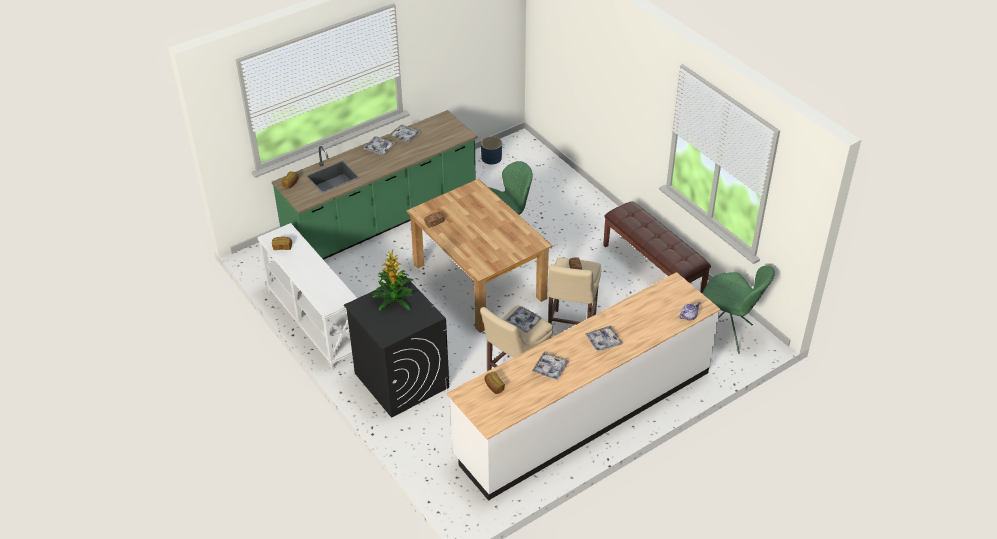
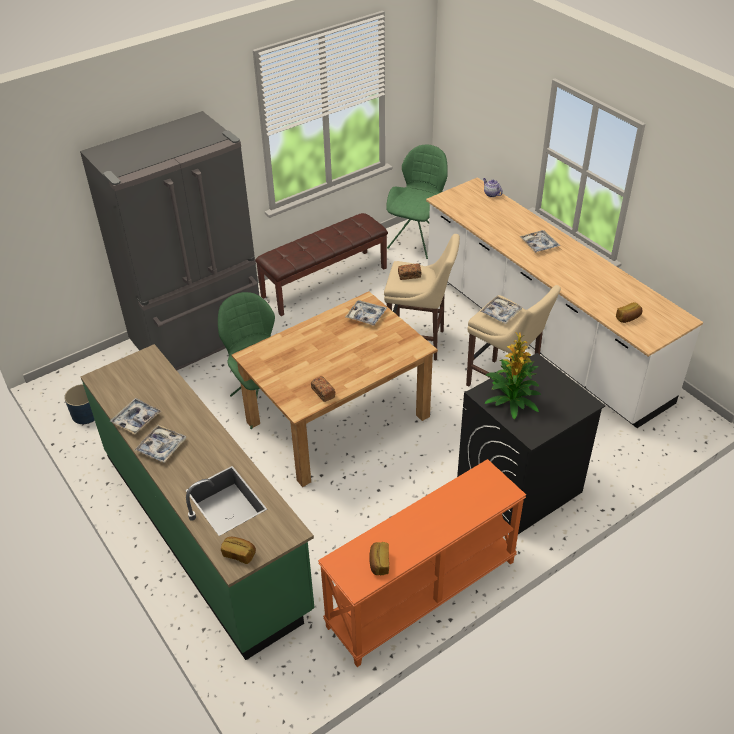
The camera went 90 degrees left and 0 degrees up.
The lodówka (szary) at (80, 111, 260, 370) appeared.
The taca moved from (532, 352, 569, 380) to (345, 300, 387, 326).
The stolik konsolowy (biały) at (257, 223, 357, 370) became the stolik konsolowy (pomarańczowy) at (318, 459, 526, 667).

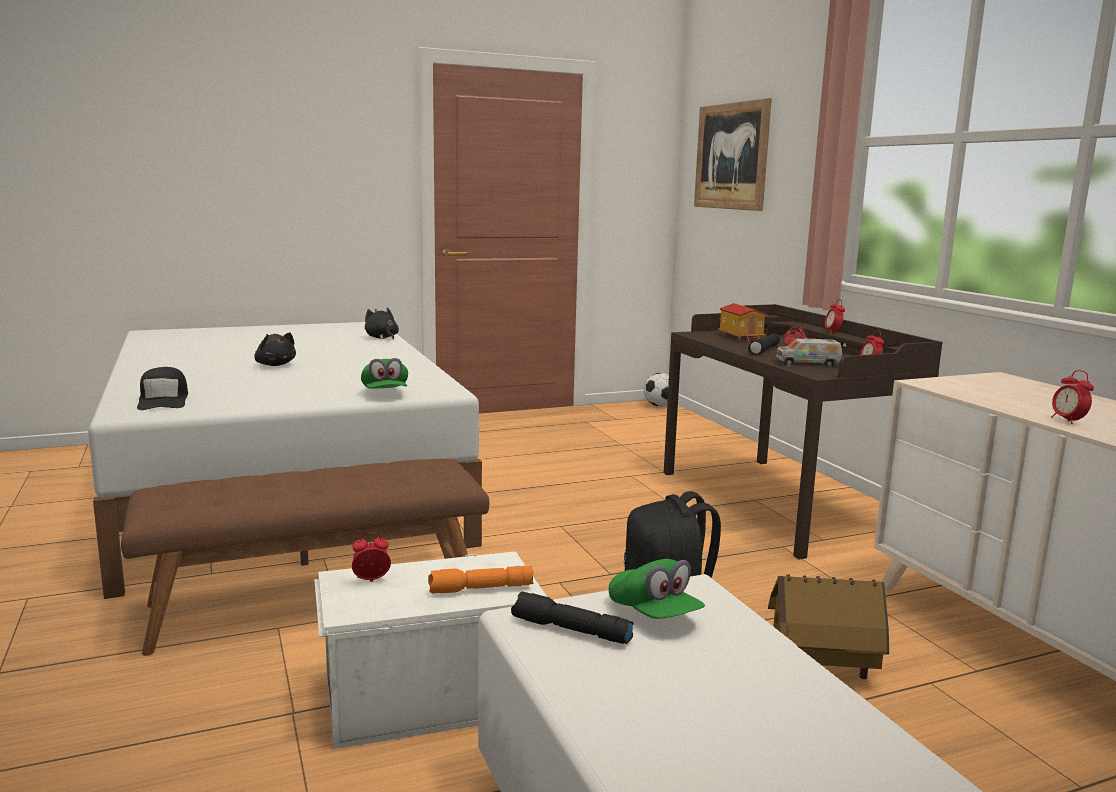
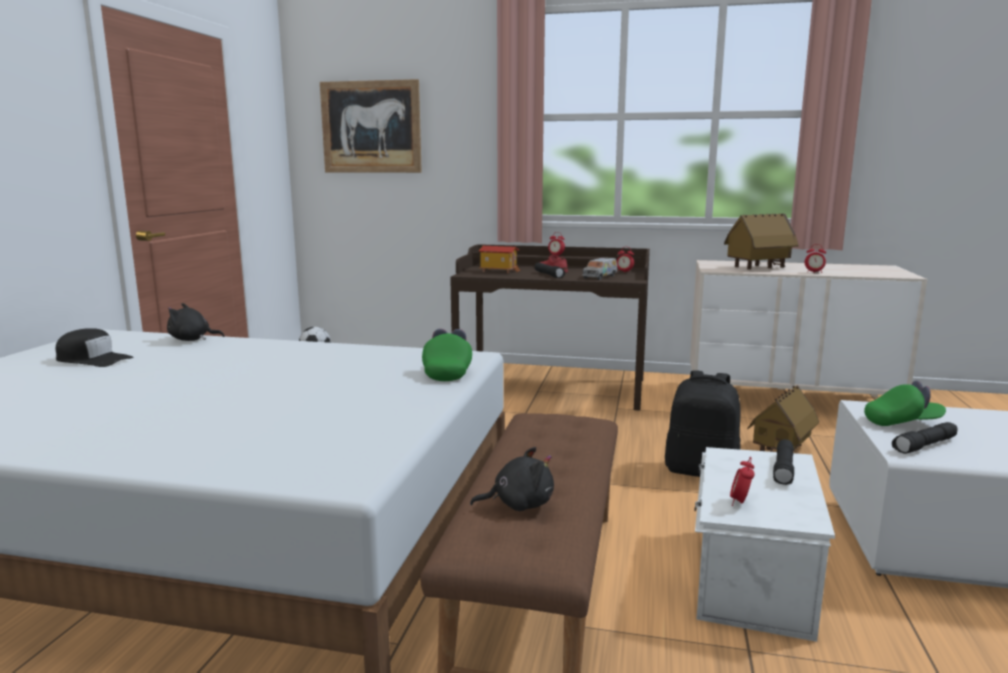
The camera went 55 degrees left and 0 degrees up.
The domek at (724, 213, 799, 270) appeared.
The czapka z daszkiem (czarny) moved from (137, 367, 188, 410) to (56, 328, 133, 367).
The pluszak (czarny) moved from (254, 332, 296, 366) to (470, 447, 554, 511).
The latarka (pomarańczowy) at (428, 566, 534, 593) became the latarka (czarny) at (773, 439, 794, 485).
The czapka z daszkiem (zielony) at (361, 358, 408, 388) turned 105 degrees counterclockwise.

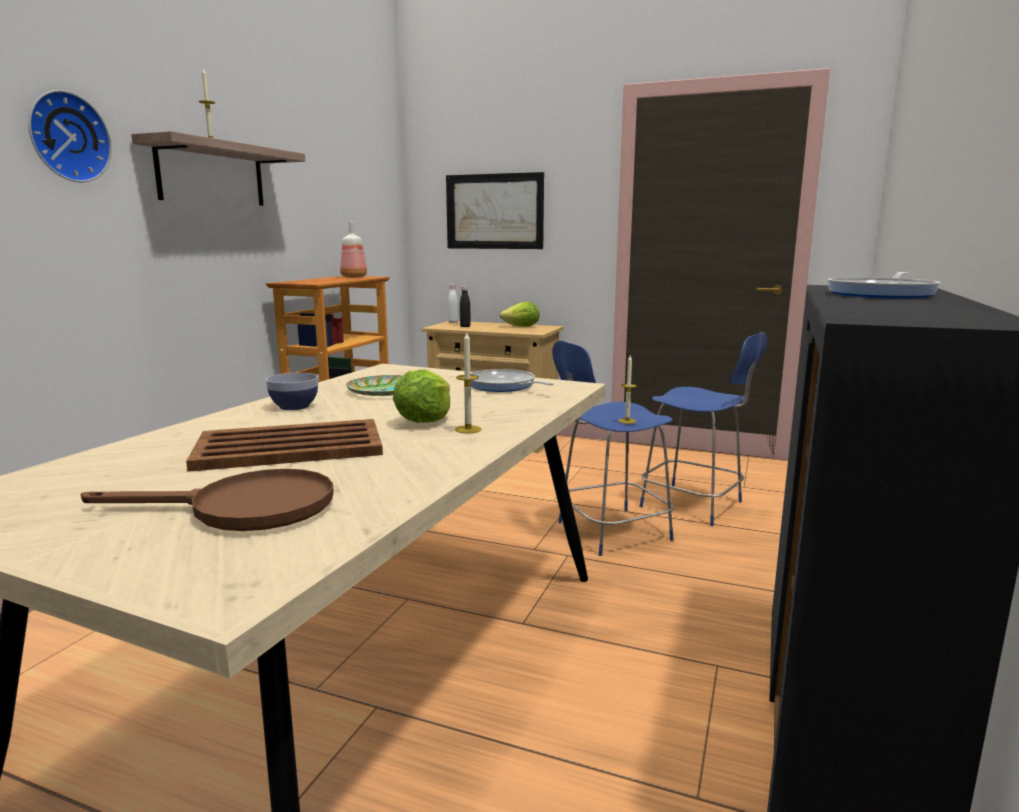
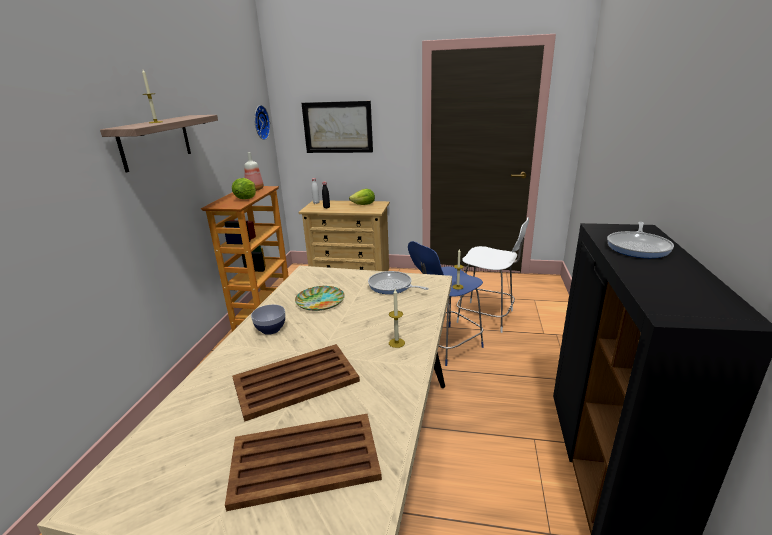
The camera went 10 degrees left and 10 degrees up.
The zegar ścienny moved from (28, 90, 111, 182) to (254, 105, 270, 140).
The sałata moved from (393, 369, 450, 423) to (232, 178, 256, 199).
The patelnia (brązowy) at (81, 469, 334, 531) was replaced by the taca (brązowy) at (225, 414, 382, 511).
The stołek (niebieski) at (640, 332, 767, 526) became the stołek (biały) at (457, 217, 529, 333).

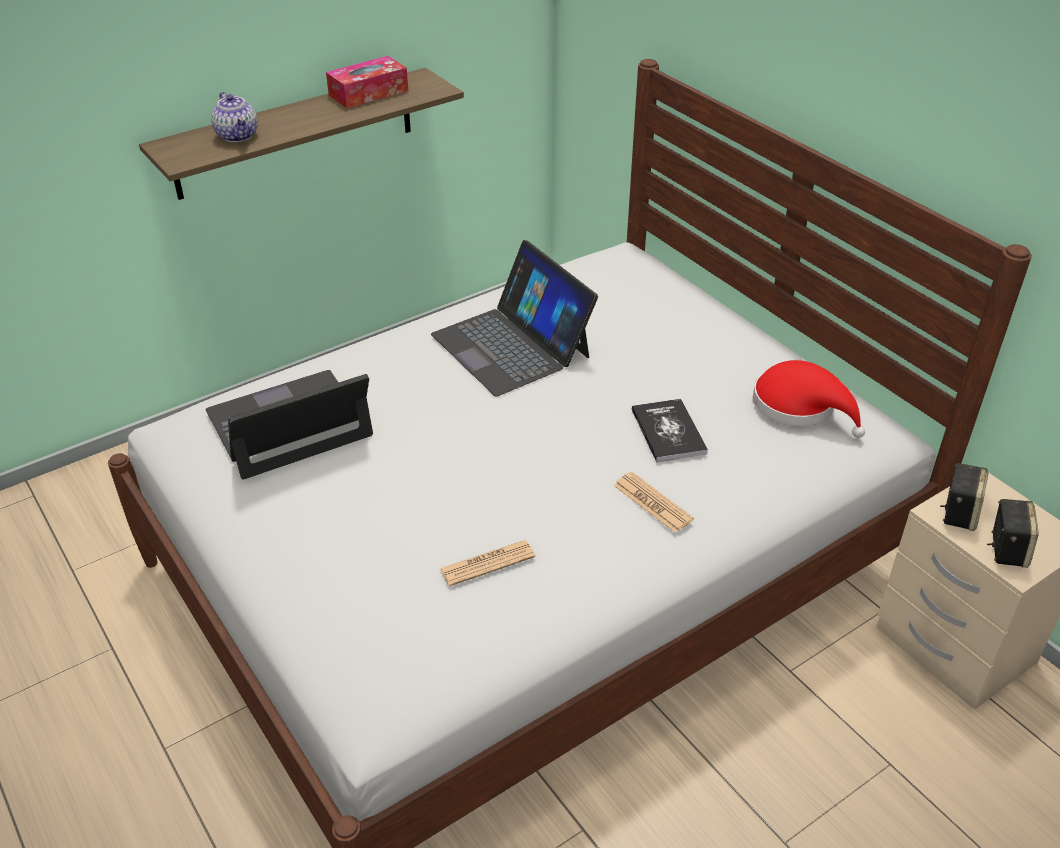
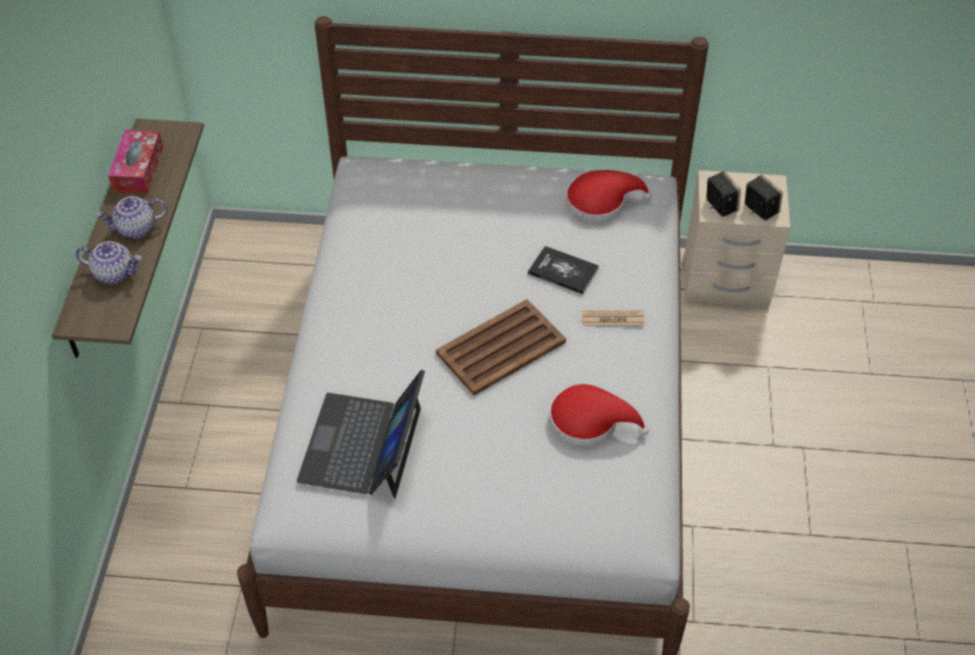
The camera went 50 degrees left and 10 degrees up.
The laptop at (431, 240, 598, 396) disappeared.
The imbryk at (96, 196, 167, 238) appeared.
The taca (brązowy) at (436, 299, 566, 396) appeared.
The gazeta at (440, 540, 535, 586) was replaced by the kapelusz (czerwony) at (549, 384, 649, 446).

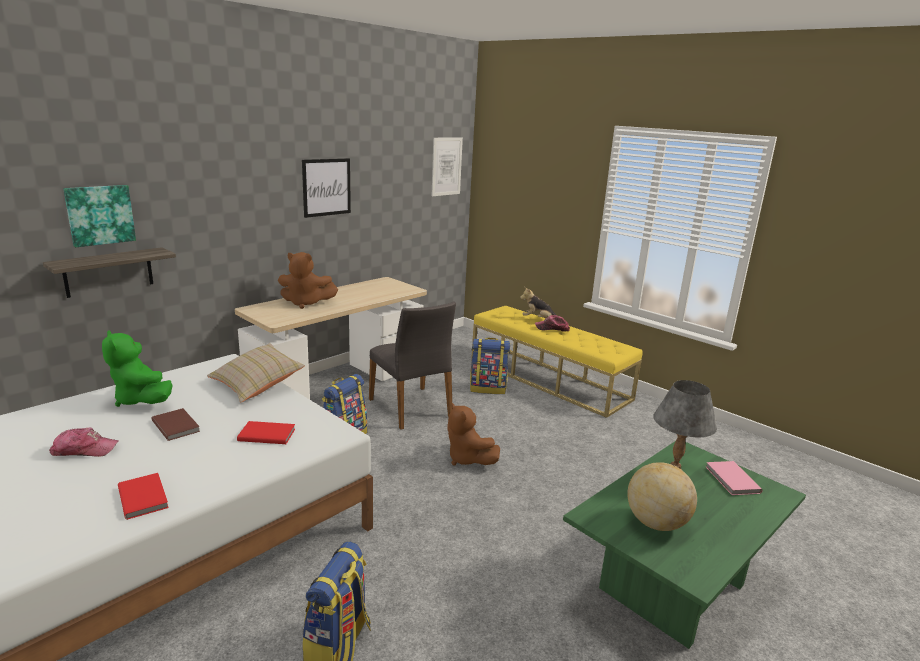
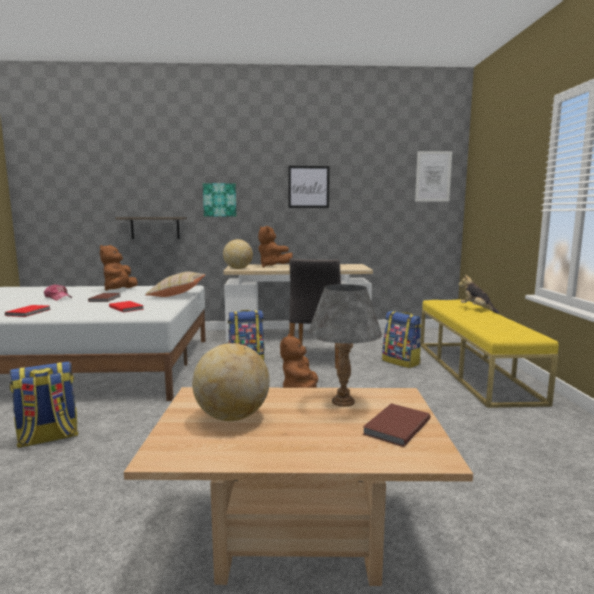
The camera went 45 degrees right and 10 degrees down.
The czapka z daszkiem at (535, 315, 570, 332) disappeared.
The globus at (223, 239, 253, 269) appeared.
The obraz moved from (63, 185, 136, 247) to (203, 183, 237, 217).
The pluszak (zielony) at (102, 330, 173, 407) became the pluszak (brązowy) at (100, 245, 138, 291).
The ława (zielony) at (563, 441, 806, 649) became the ława (beżowy) at (124, 387, 473, 586).
The książka (różowy) at (706, 461, 763, 495) became the książka (brązowy) at (363, 403, 430, 447).

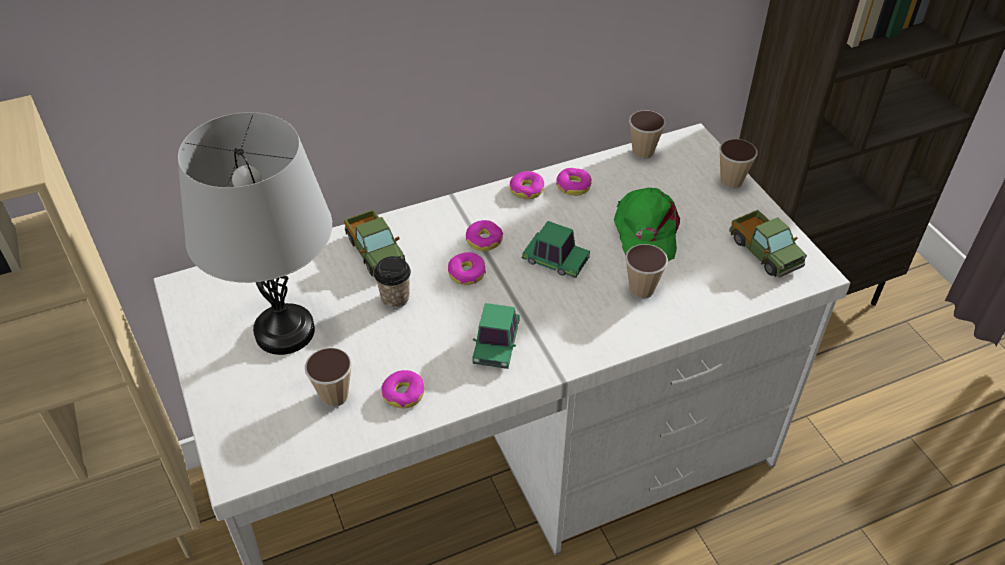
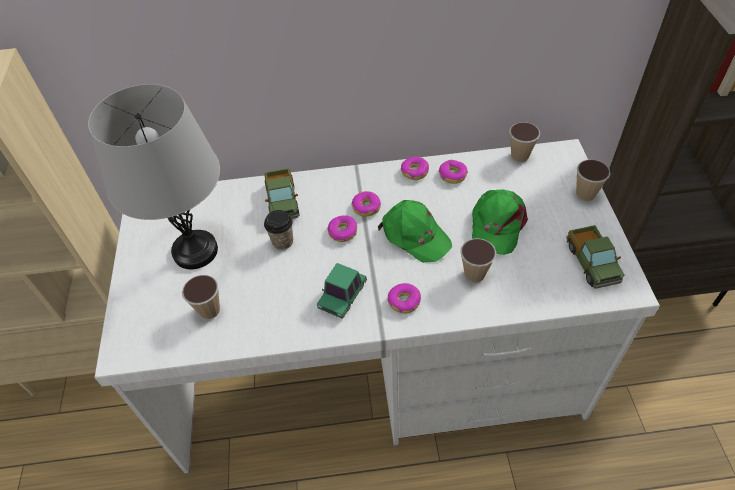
The camera went 20 degrees right and 5 degrees up.
The donut moved from (381, 370, 424, 409) to (388, 283, 421, 314).
The samochodzik at (522, 221, 590, 278) was replaced by the czapka z daszkiem (zielony) at (378, 200, 452, 263).

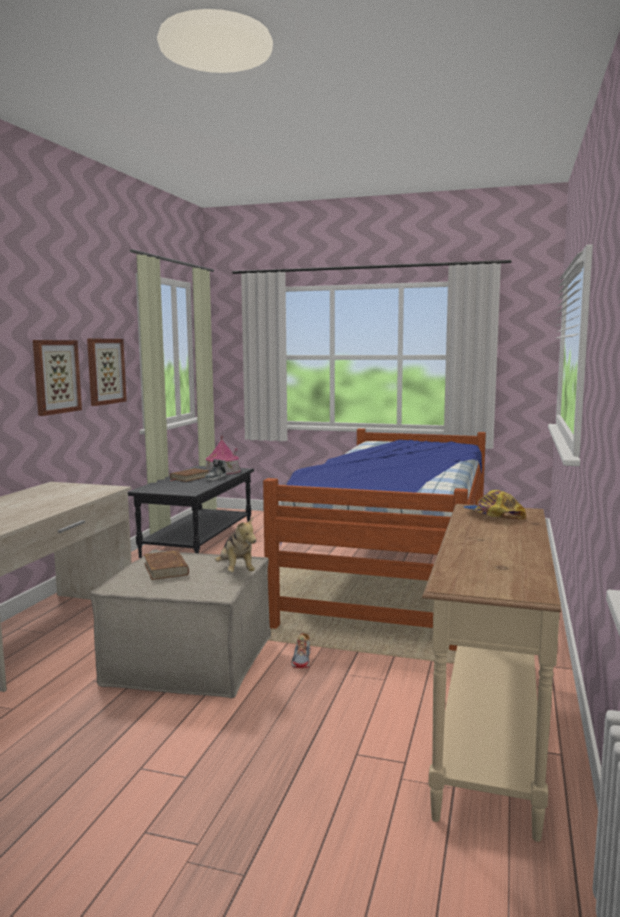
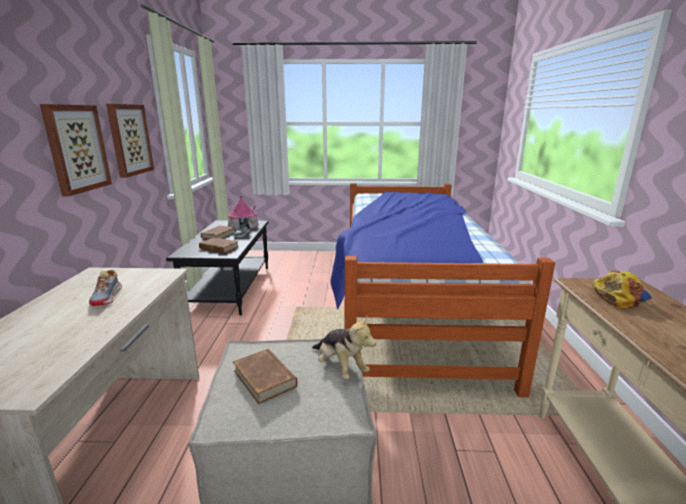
The camera went 15 degrees left and 10 degrees up.
The książka (brązowy) at (199, 237, 239, 253) appeared.
The but moved from (291, 633, 311, 668) to (89, 270, 122, 306).
The czapka z daszkiem at (464, 490, 526, 520) turned 105 degrees clockwise.

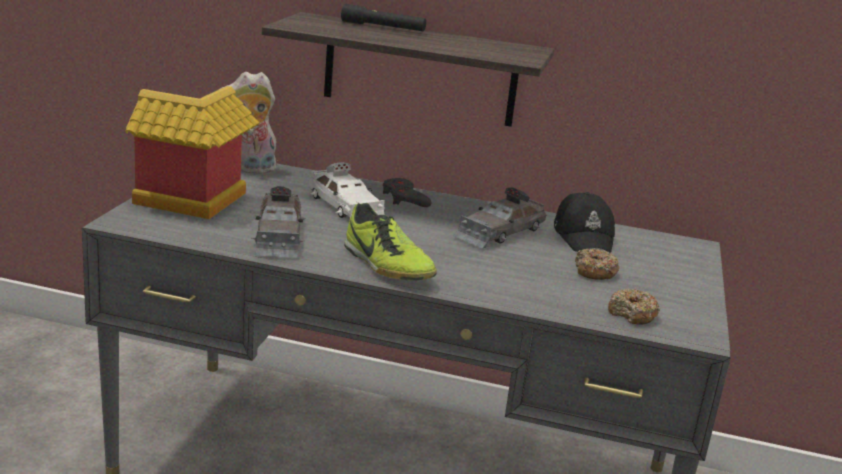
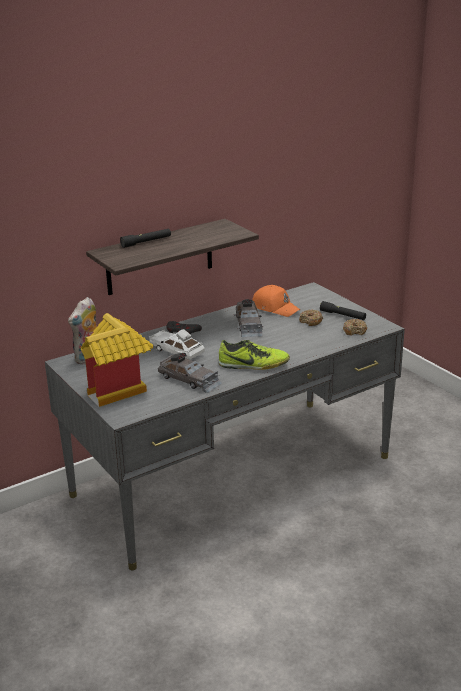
The camera went 45 degrees left and 5 degrees up.
The latarka (czarny) at (320, 301, 366, 320) appeared.
The czapka z daszkiem (czarny) at (554, 192, 615, 253) became the czapka z daszkiem (pomarańczowy) at (252, 285, 300, 317).
The samochodzik (biały) at (308, 162, 385, 218) turned 150 degrees counterclockwise.

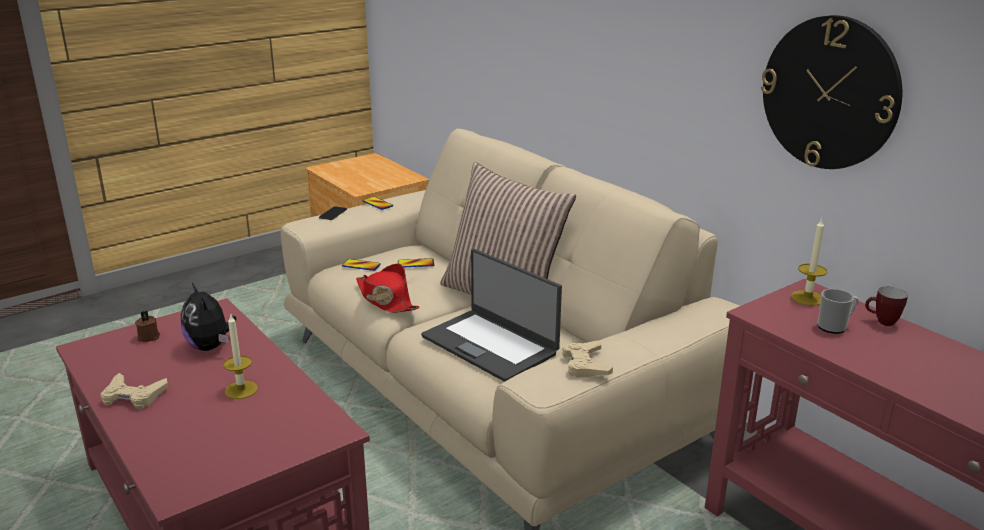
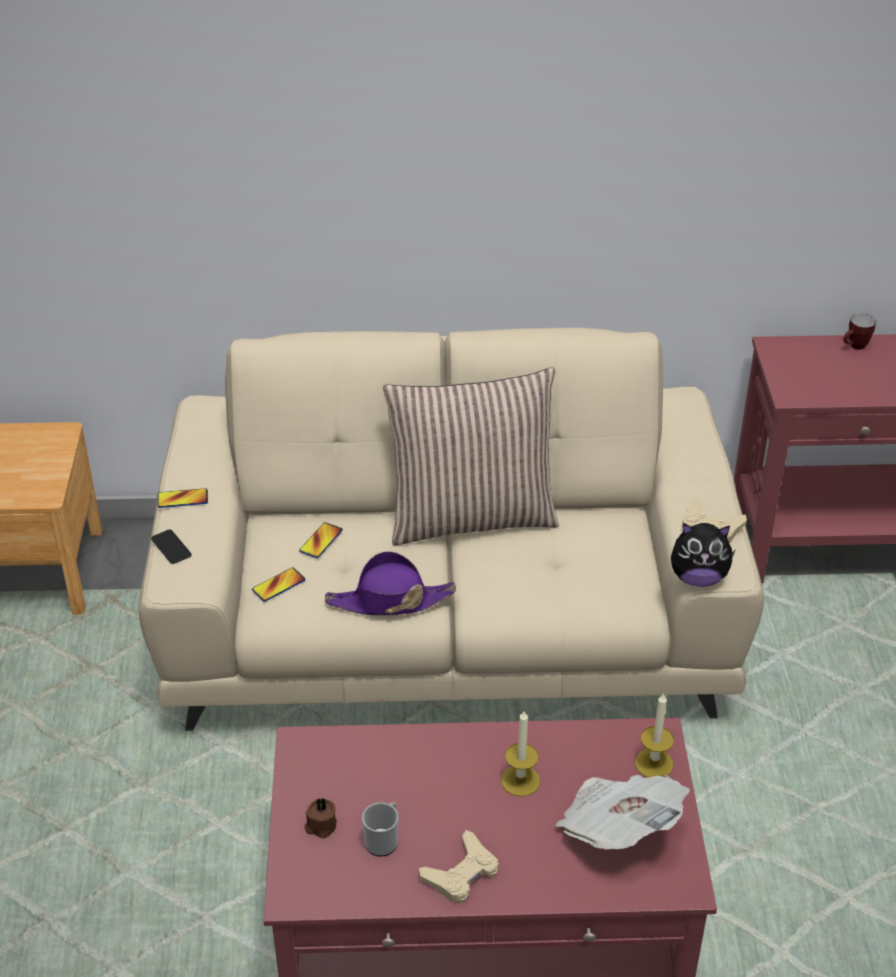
The camera went 55 degrees left and 15 degrees up.
The laptop at (421, 249, 562, 382) disappeared.
The zegar ścienny at (761, 15, 902, 169) disappeared.
The gazeta at (555, 775, 690, 849) appeared.
The pluszak moved from (181, 283, 237, 351) to (671, 523, 736, 587).
The świeca moved from (791, 218, 827, 306) to (635, 692, 674, 778).
The kubek moved from (817, 289, 859, 334) to (362, 802, 399, 857).
The kapelusz (czerwony) at (356, 264, 420, 313) became the kapelusz (fioletowy) at (325, 551, 456, 615).

